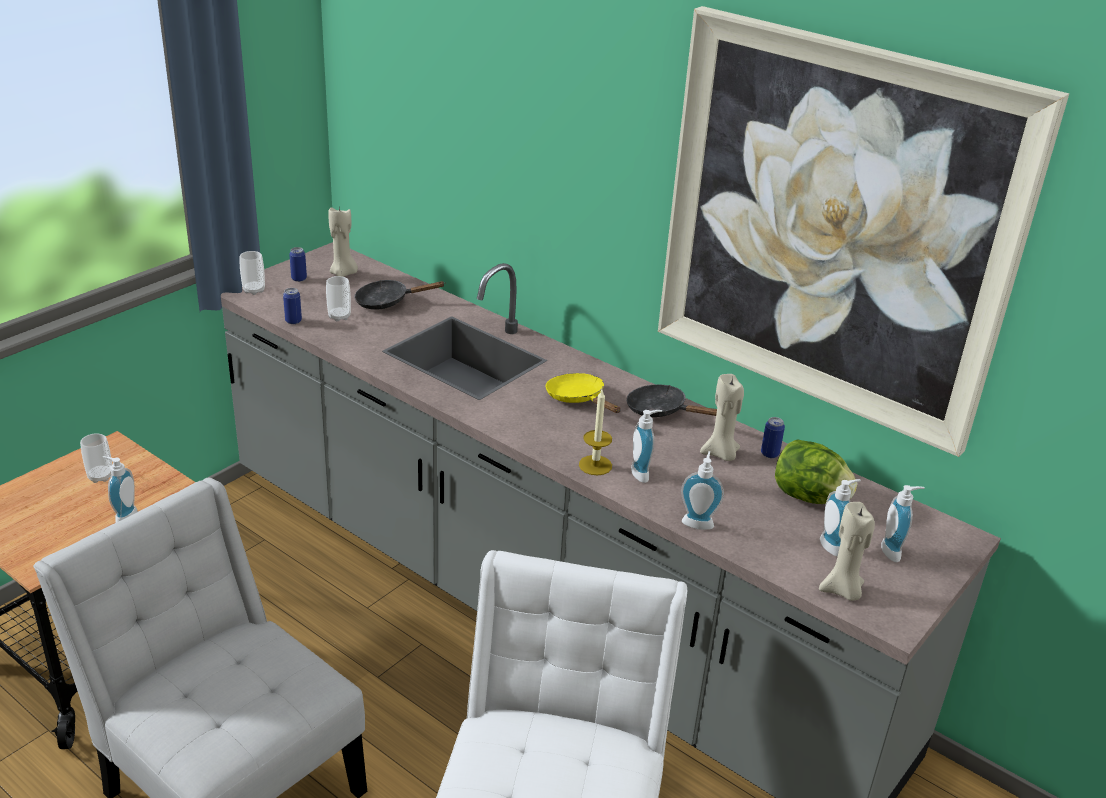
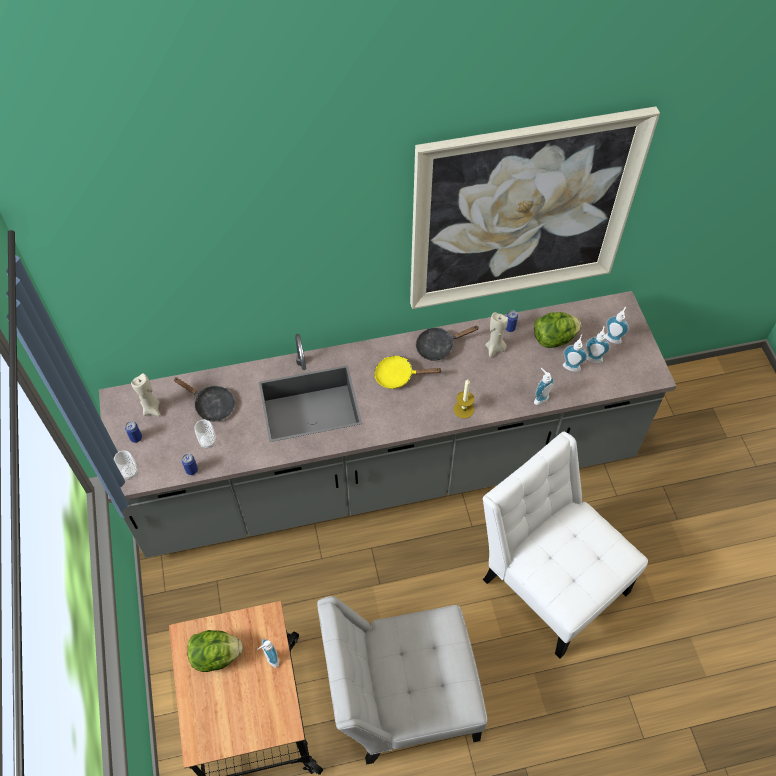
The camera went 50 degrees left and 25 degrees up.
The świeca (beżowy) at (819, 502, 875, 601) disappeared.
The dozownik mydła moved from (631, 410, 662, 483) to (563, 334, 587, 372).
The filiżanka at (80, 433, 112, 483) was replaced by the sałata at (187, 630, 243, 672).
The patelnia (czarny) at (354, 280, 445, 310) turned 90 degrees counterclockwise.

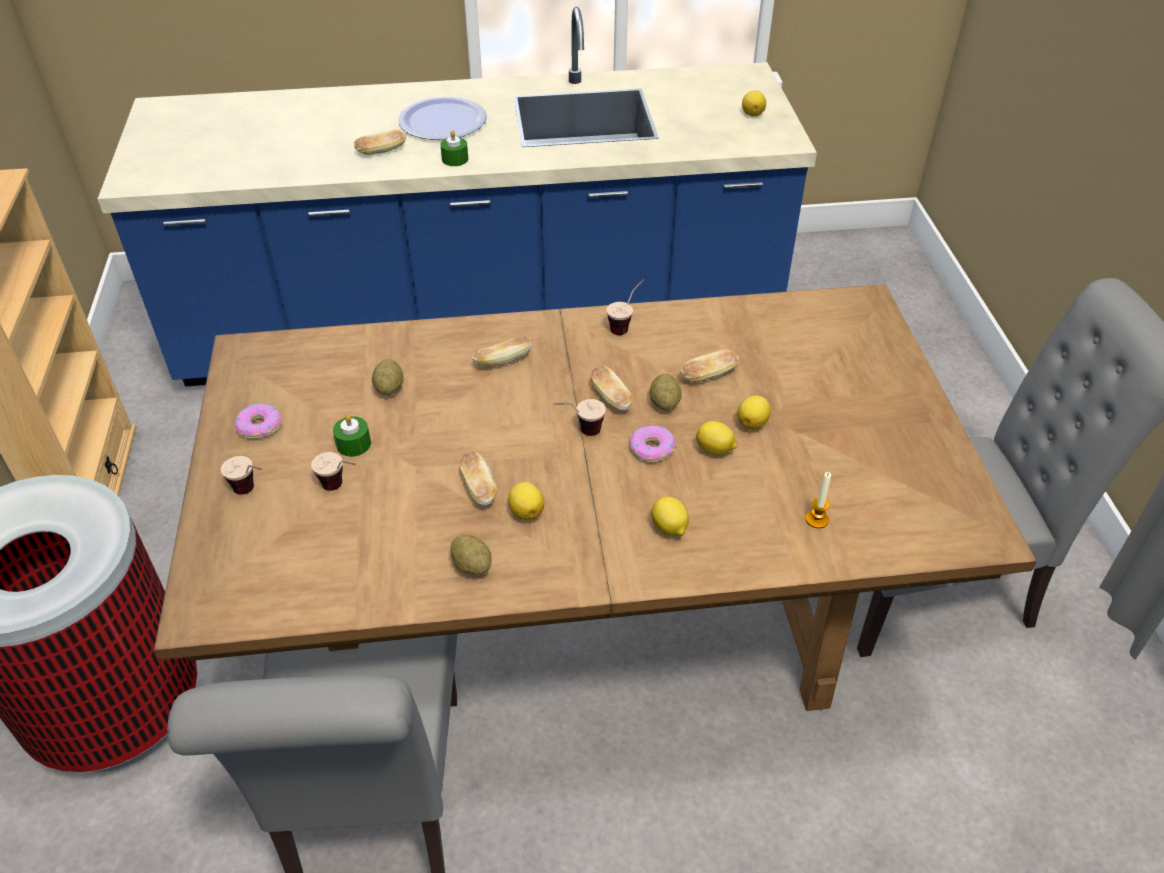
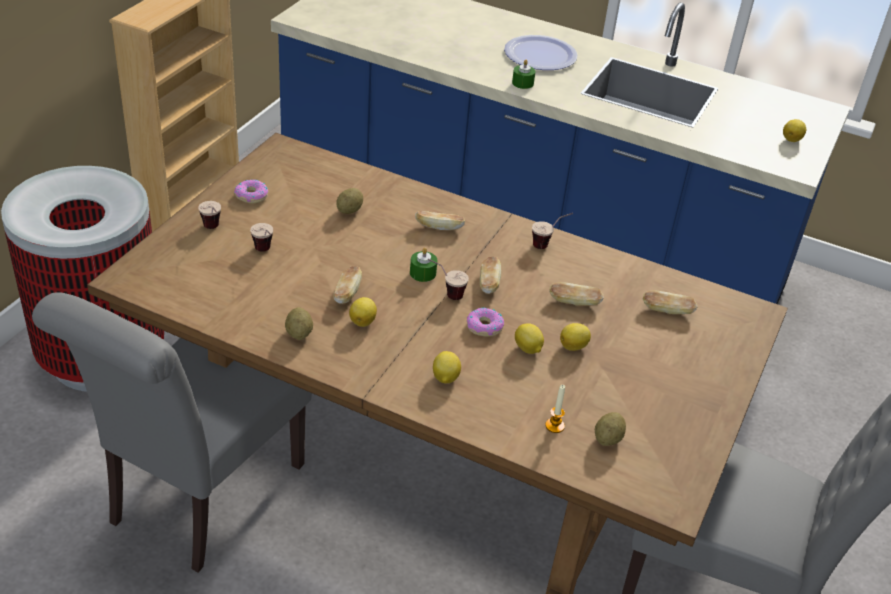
The camera went 30 degrees right and 5 degrees down.
The świeca (zielony) moved from (333, 414, 371, 457) to (410, 248, 437, 282).
The chleb moved from (354, 130, 406, 155) to (643, 290, 697, 314).
The ziemniak moved from (650, 373, 682, 411) to (595, 412, 626, 446).

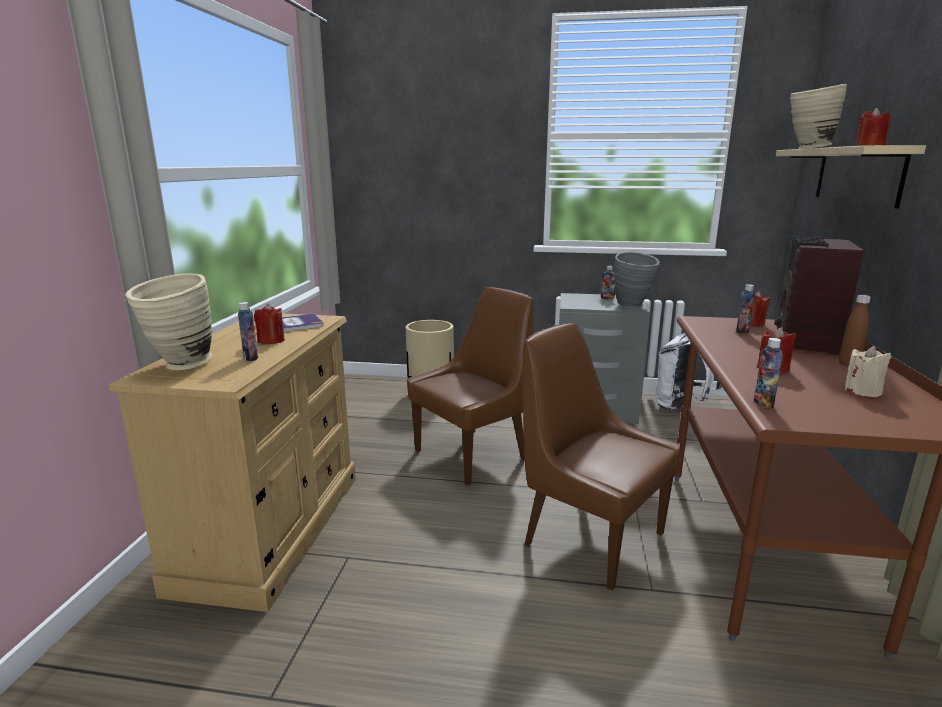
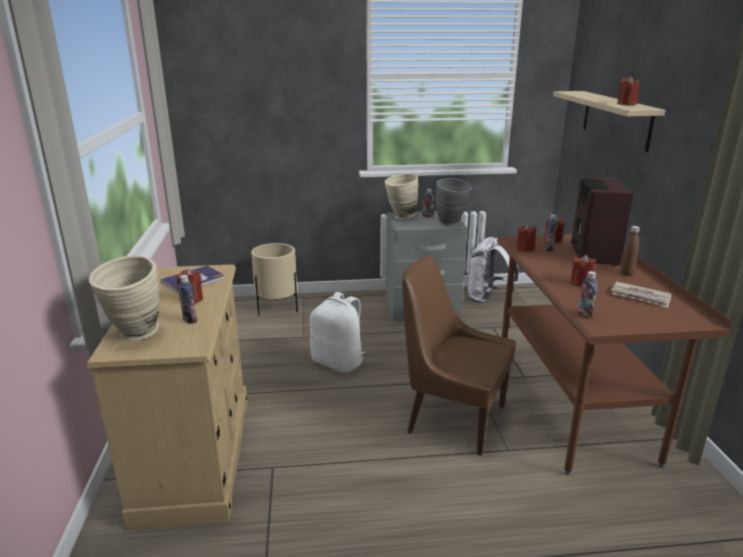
The camera went 15 degrees left and 5 degrees up.
The świeca (czerwony) at (516, 223, 537, 252) appeared.
The wazon (beżowy) moved from (790, 84, 847, 149) to (384, 174, 418, 219).
The krzesło (brązowy) at (407, 287, 534, 485) was replaced by the plecak (biały) at (310, 292, 365, 373).
The świeca (beżowy) at (844, 346, 891, 397) was replaced by the gazeta at (611, 282, 671, 308).

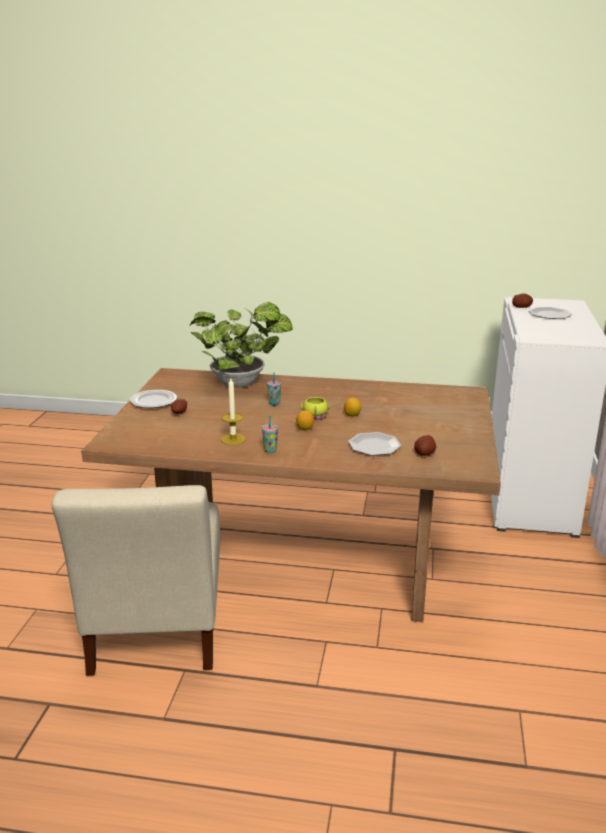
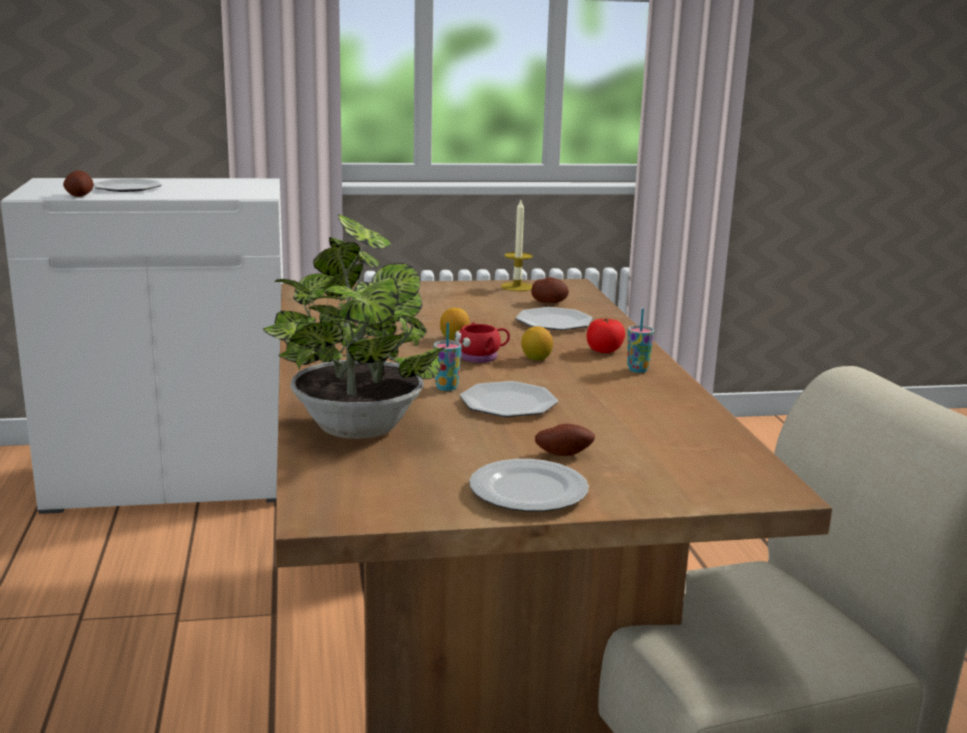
The camera went 110 degrees left and 5 degrees down.
The talerz at (460, 381, 558, 417) appeared.
The pomidor at (586, 318, 625, 353) appeared.
The świeca moved from (221, 378, 246, 445) to (501, 200, 533, 291).
The kubek (żółty) at (301, 397, 330, 420) became the kubek (czerwony) at (454, 322, 510, 363).

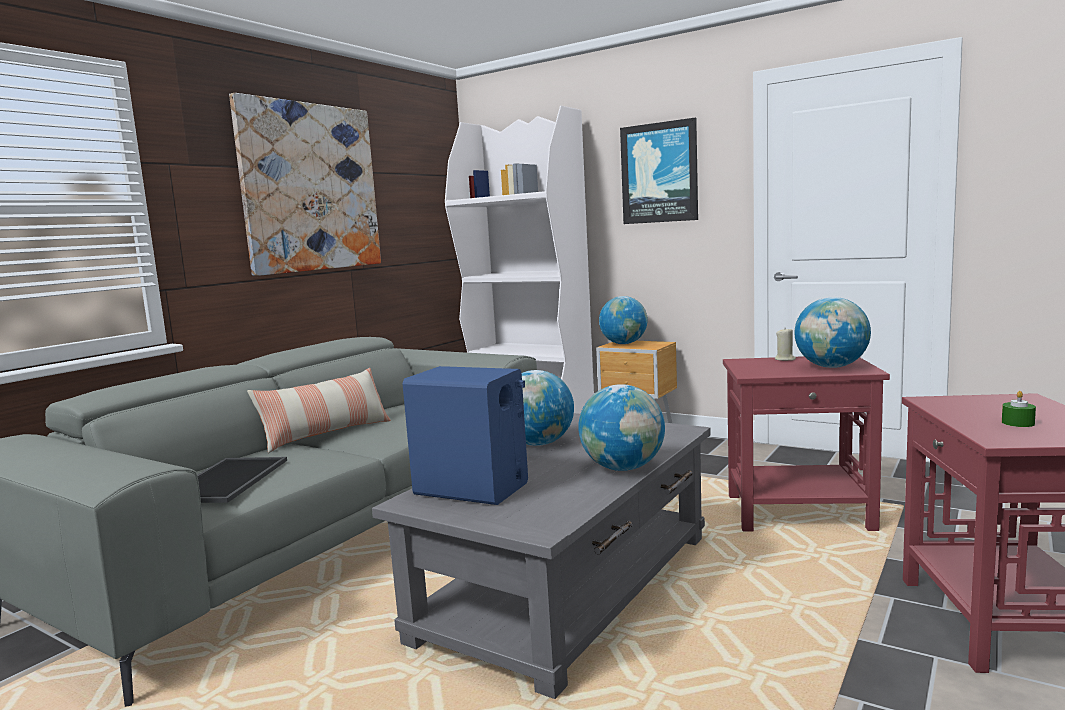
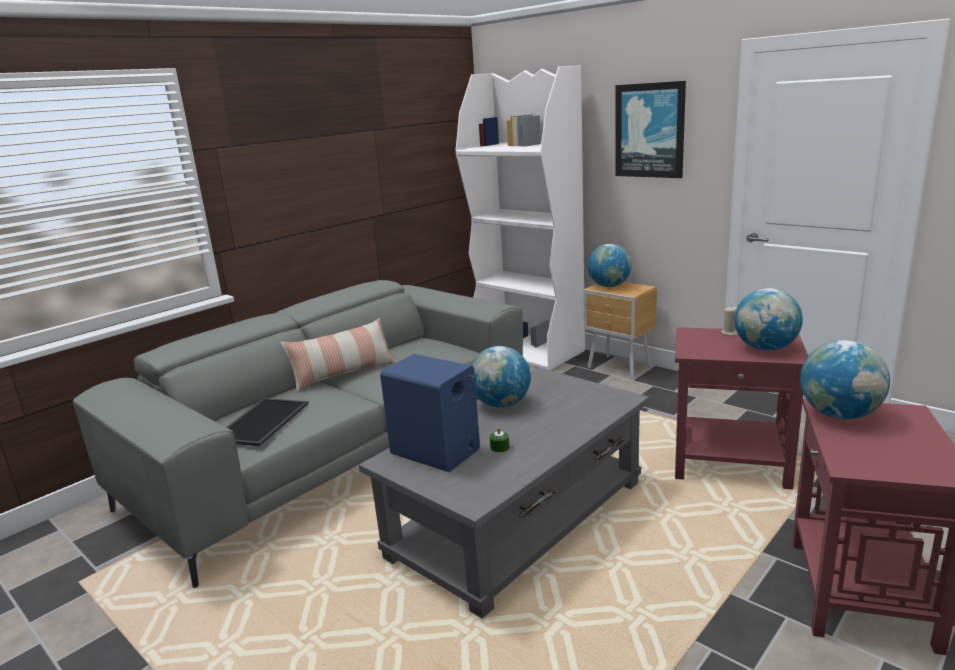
The camera went 10 degrees right and 10 degrees up.
The obraz at (229, 93, 381, 276) disappeared.
The globus moved from (578, 384, 665, 471) to (800, 340, 890, 420).
The świeca (zielony) moved from (1002, 391, 1036, 427) to (490, 427, 509, 452).

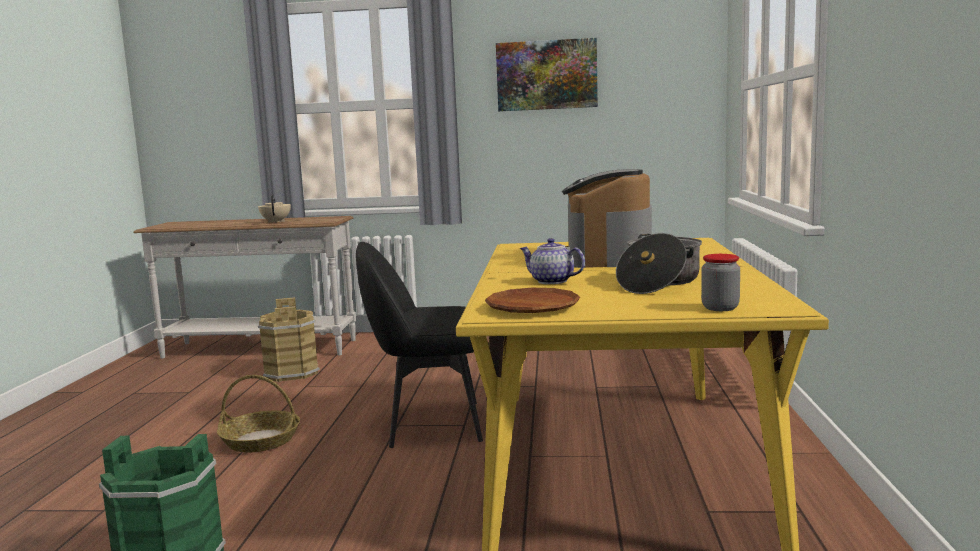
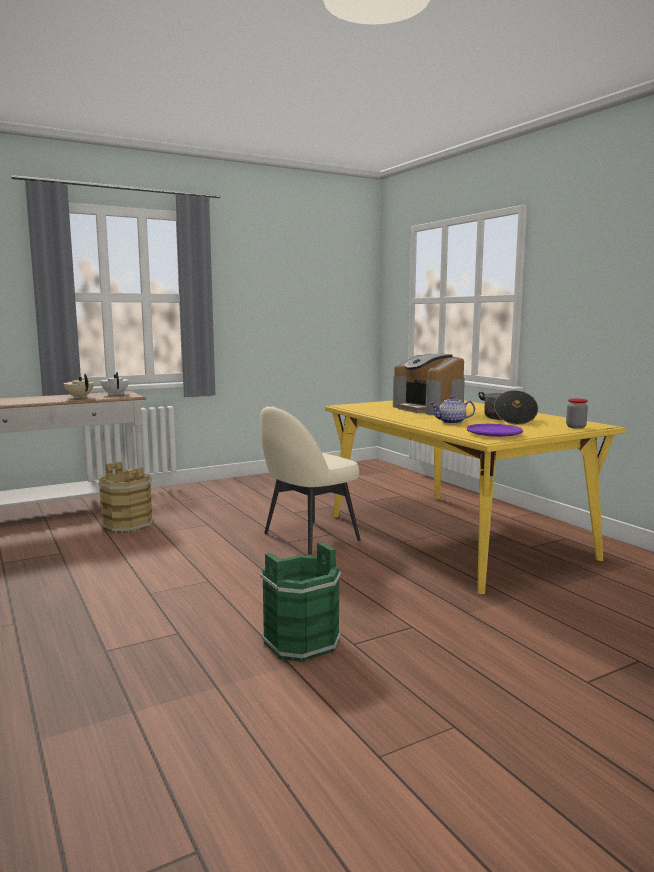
The camera went 35 degrees left and 0 degrees up.
The koszyk at (217, 375, 300, 452) disappeared.
The obraz at (496, 38, 598, 111) disappeared.
The imbryk (biały) at (101, 372, 129, 395) appeared.
The krzesło (czarny) at (356, 242, 487, 448) became the krzesło (beżowy) at (260, 406, 361, 555).
The talerz (brązowy) at (485, 288, 580, 313) became the talerz (fioletowy) at (467, 424, 523, 437).

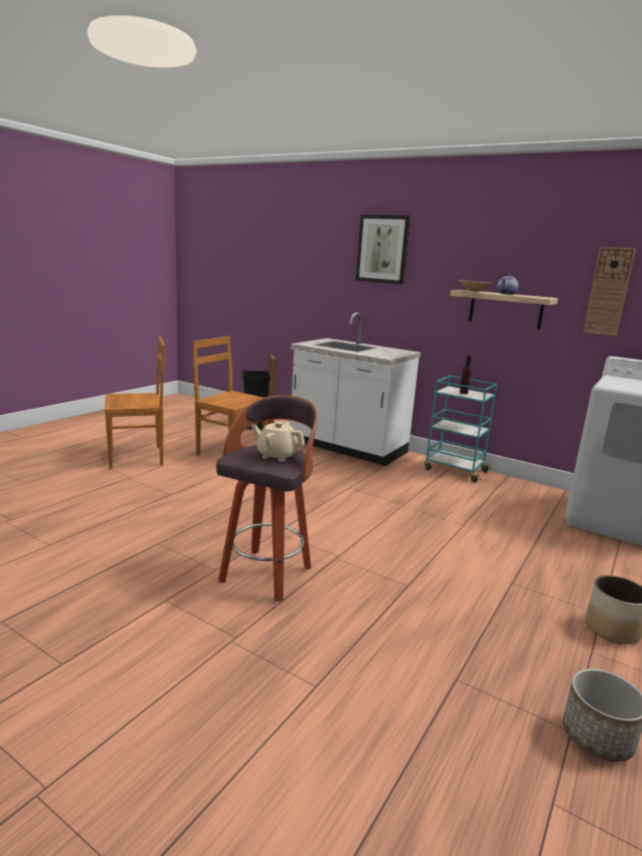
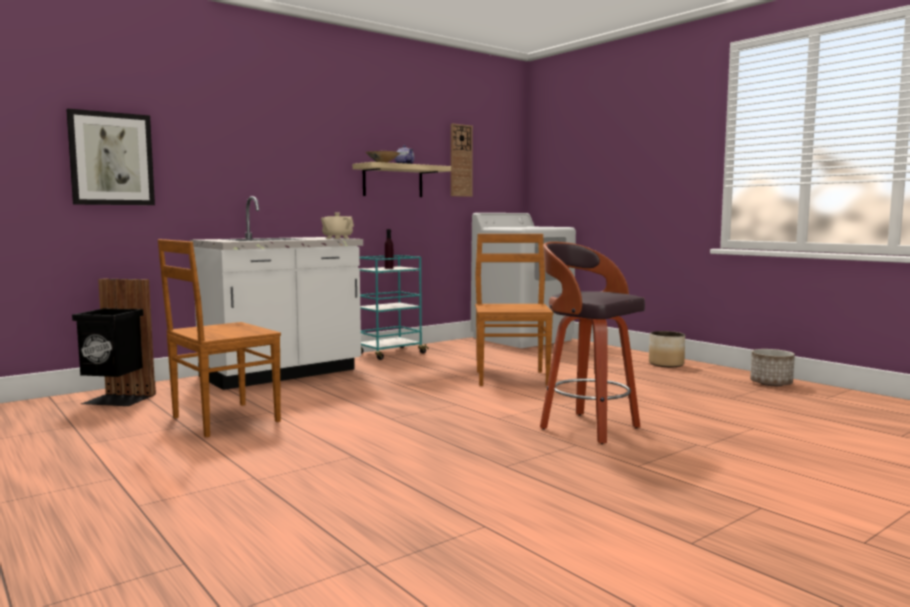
The camera went 70 degrees left and 10 degrees down.
The krzesło (brązowy) moved from (104, 336, 165, 469) to (475, 234, 554, 386).
The imbryk (beżowy) moved from (251, 421, 305, 462) to (321, 212, 354, 239).
The obraz moved from (356, 215, 411, 285) to (66, 108, 155, 205).

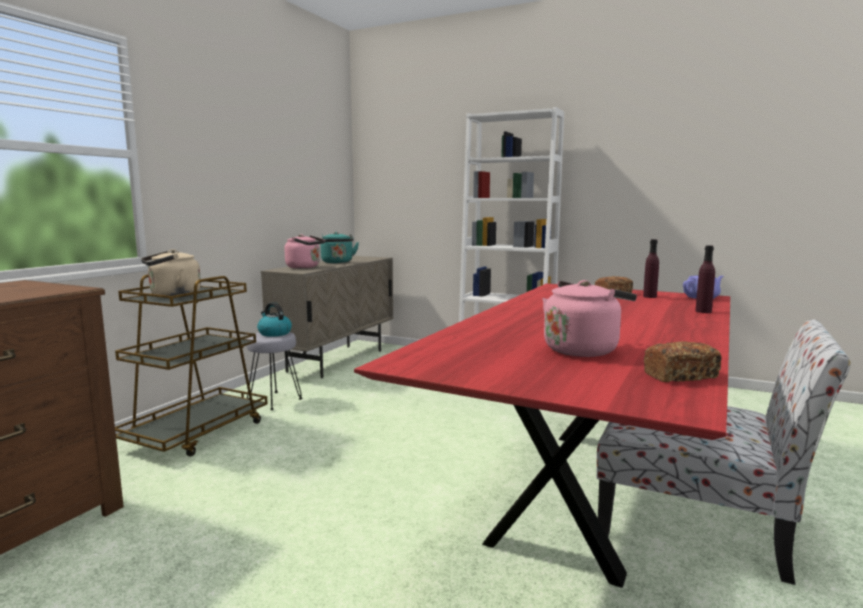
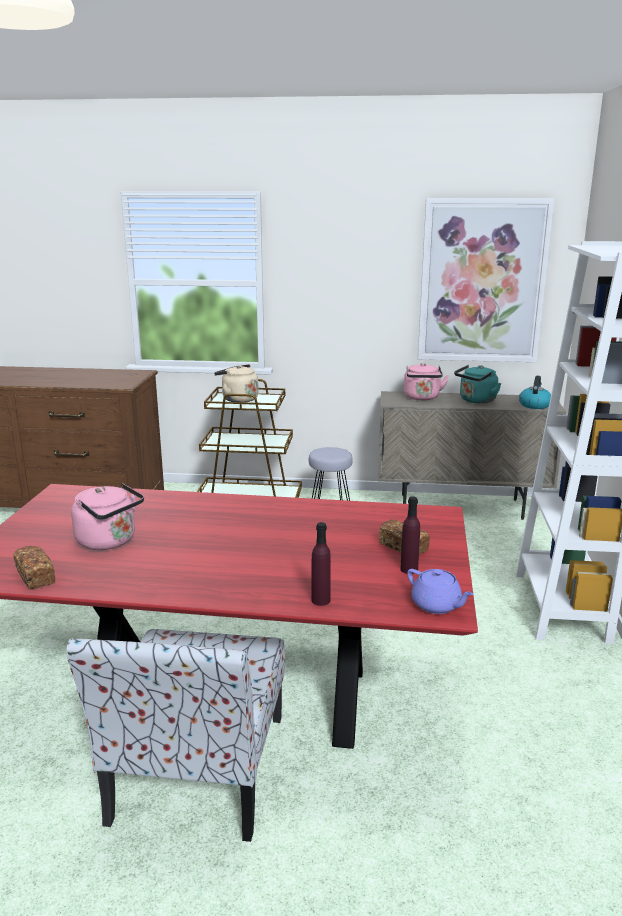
The camera went 70 degrees right and 10 degrees up.
The obraz at (418, 198, 554, 362) appeared.
The czajnik moved from (257, 302, 292, 337) to (519, 376, 551, 409).

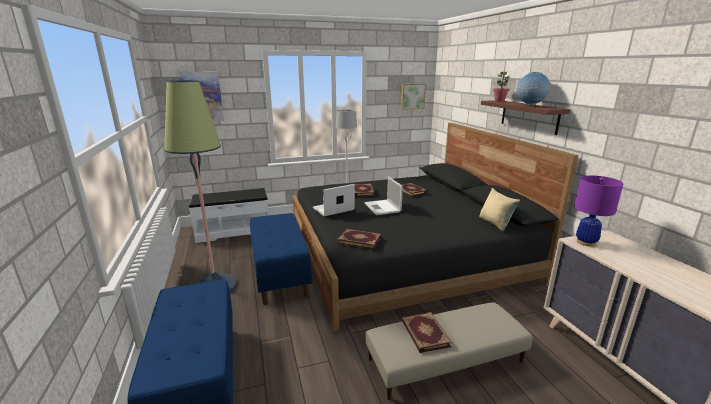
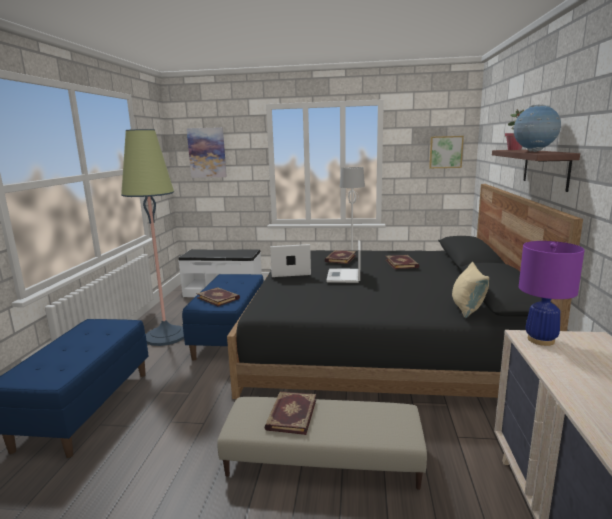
The camera went 25 degrees right and 5 degrees down.
The książka moved from (337, 229, 382, 250) to (196, 287, 240, 307).

